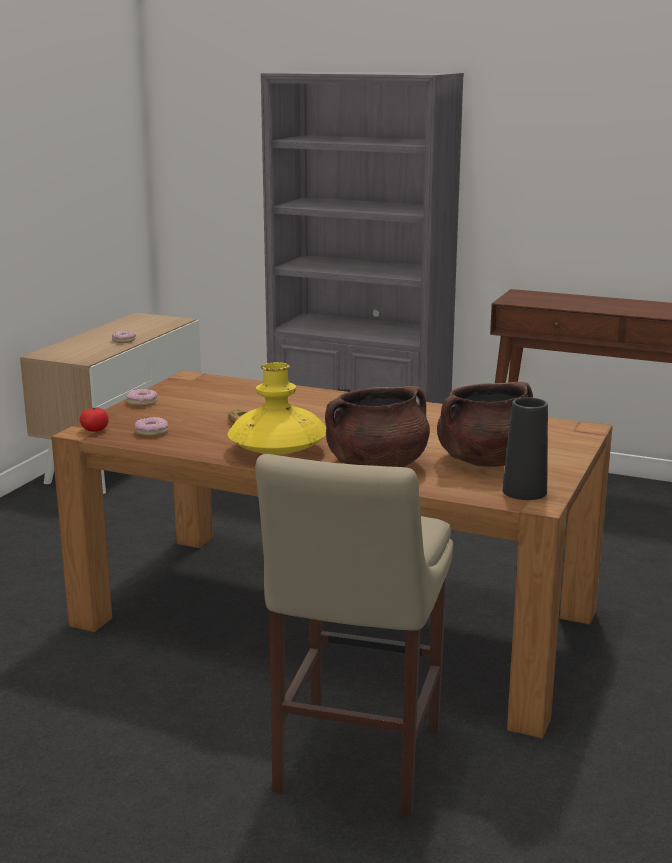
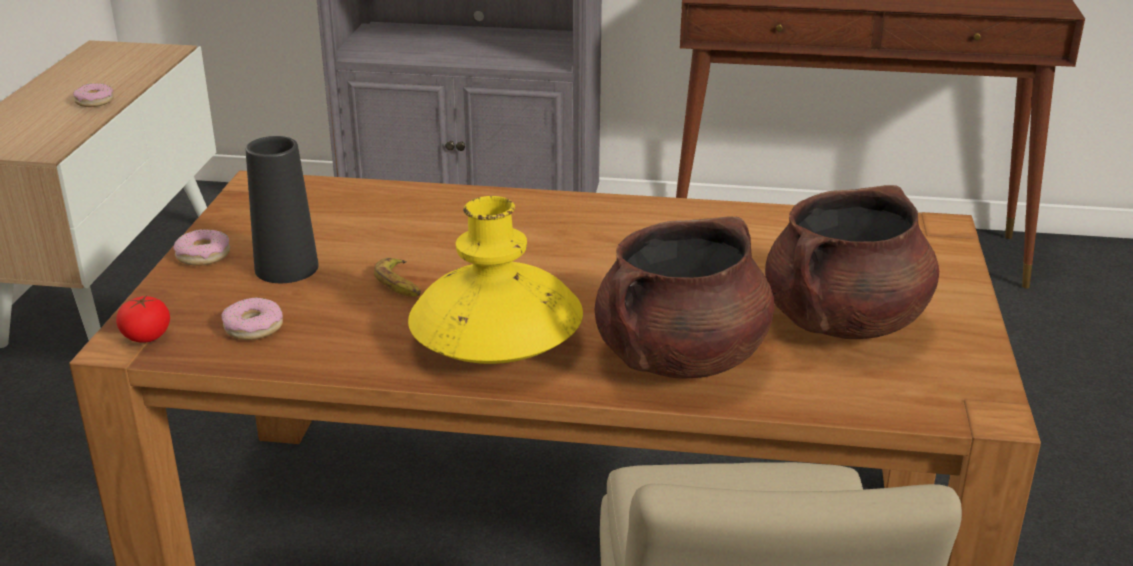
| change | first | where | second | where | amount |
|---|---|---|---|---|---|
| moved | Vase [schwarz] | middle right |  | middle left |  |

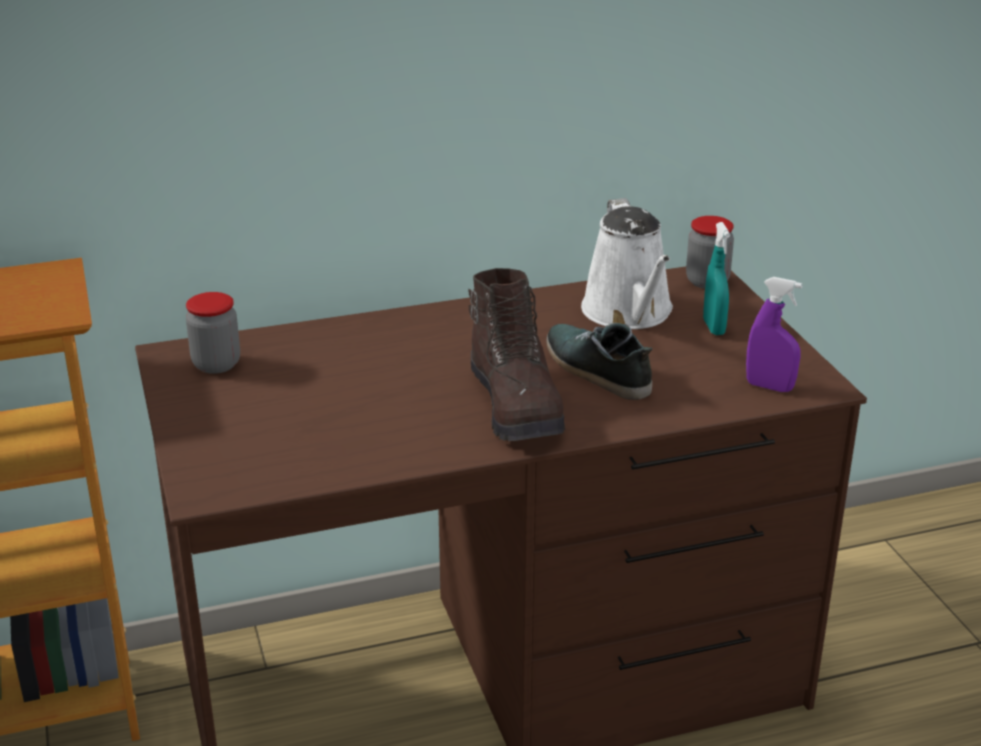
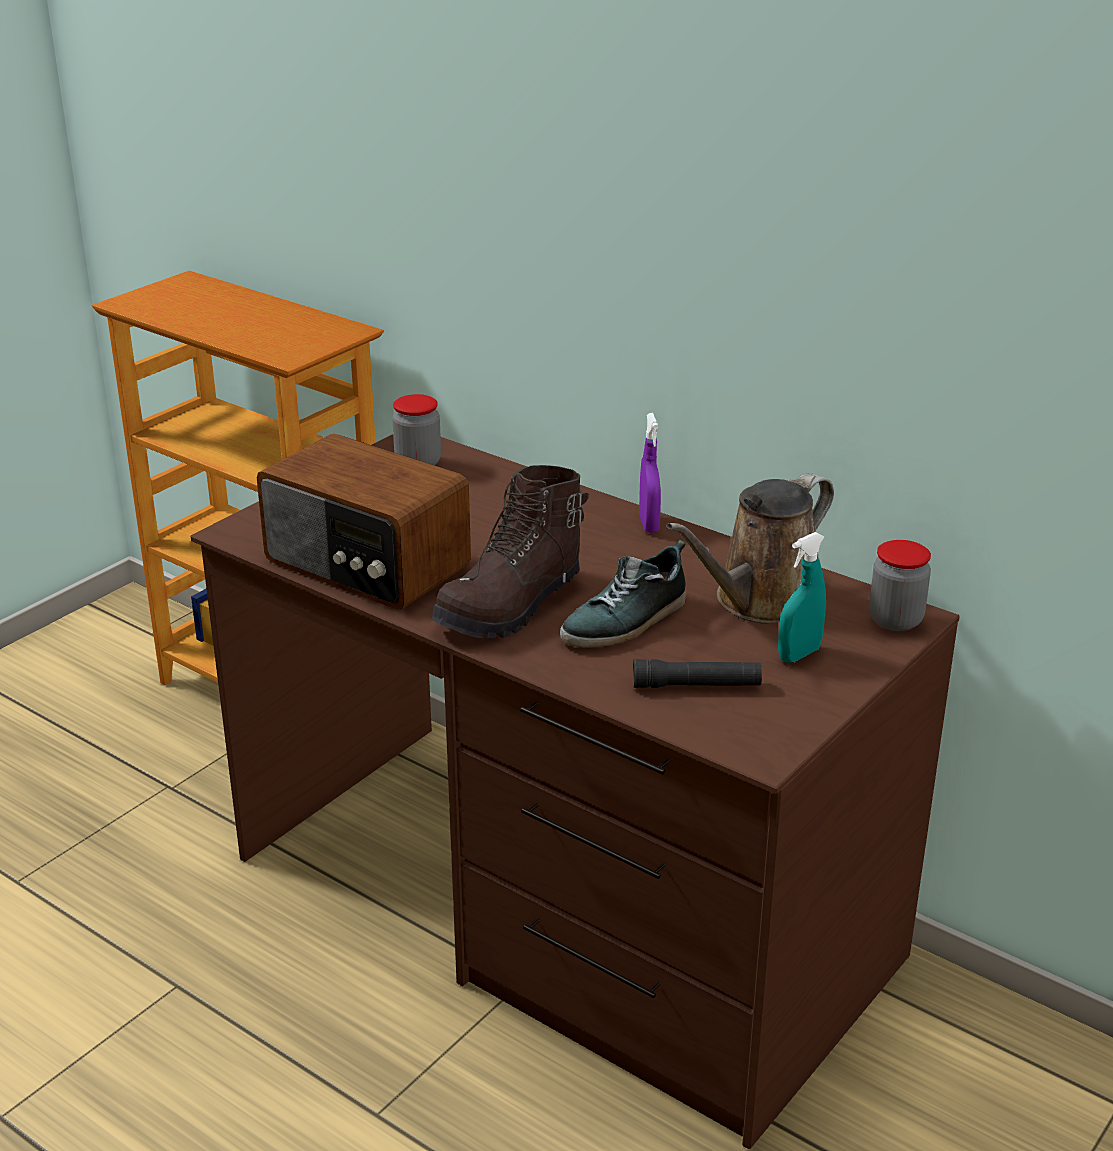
| change | first | where | second | where | amount |
|---|---|---|---|---|---|
| turned | Schuh | centre |  | centre | 150 degrees counterclockwise |
| recoloured | Gießkanne [weiß] | centre | Gießkanne [braun] | middle right |  |
| moved | Sprühflasche [lila] | middle right |  | centre |  |
| added |  |  | Radio | middle left |  |
| added |  |  | Taschenlampe [schwarz] | centre |  |

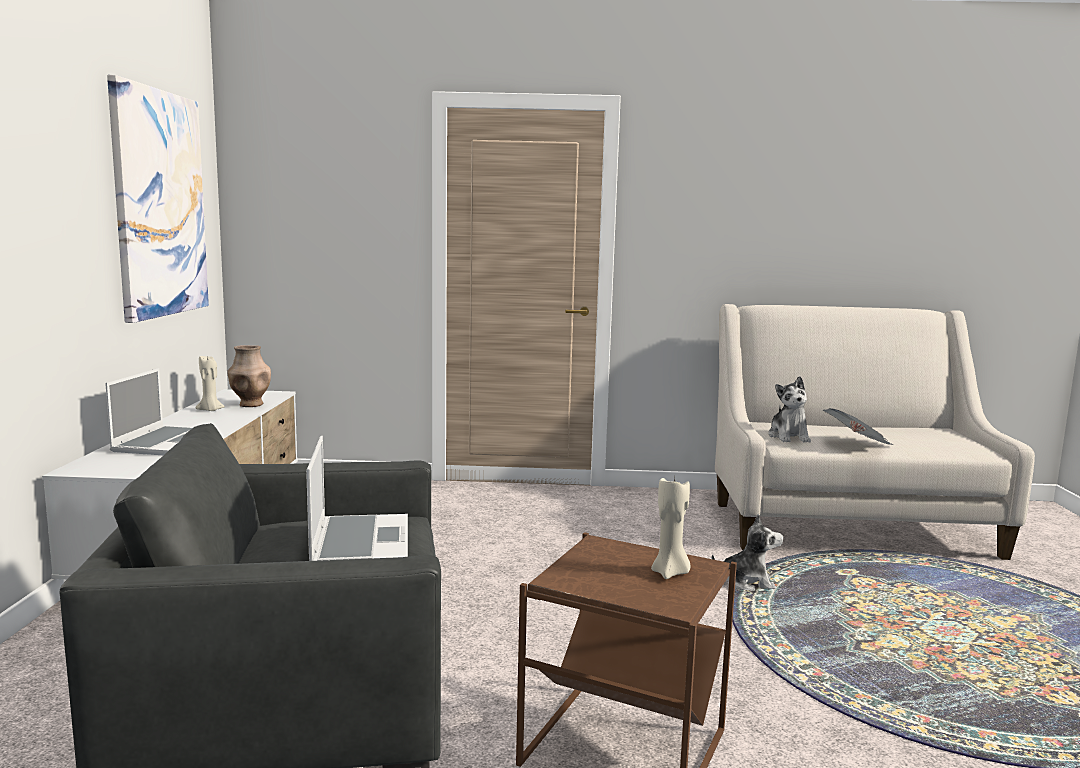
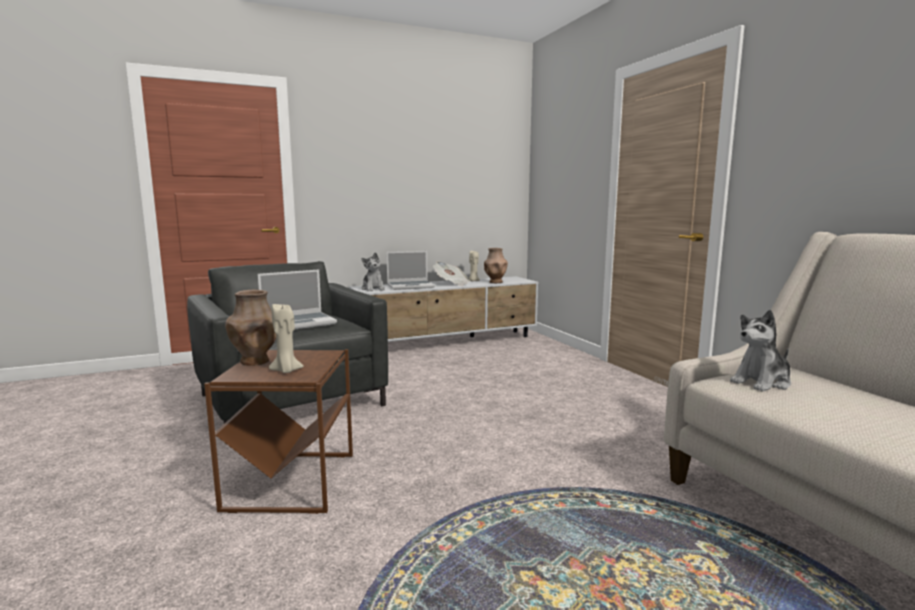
| change | first | where | second | where | amount |
|---|---|---|---|---|---|
| removed | Bild | top left |  |  |  |
| moved | Plüschtier (1st from left) | bottom right |  | centre |  |
| moved | Zeitung | middle right |  | centre |  |
| added |  |  | Vase [braun] (1st from left) | middle left |  |

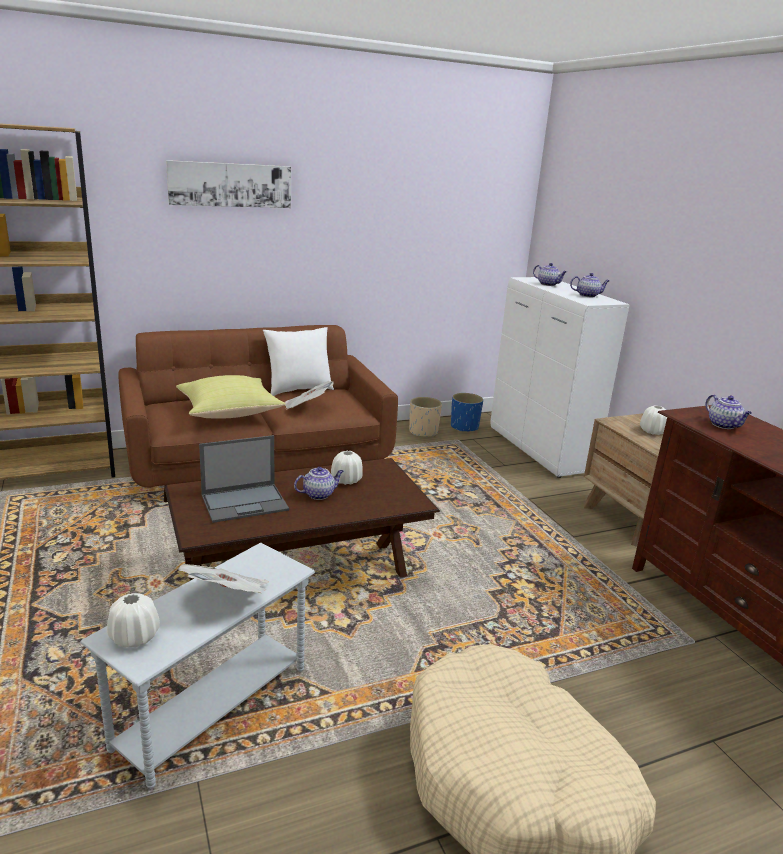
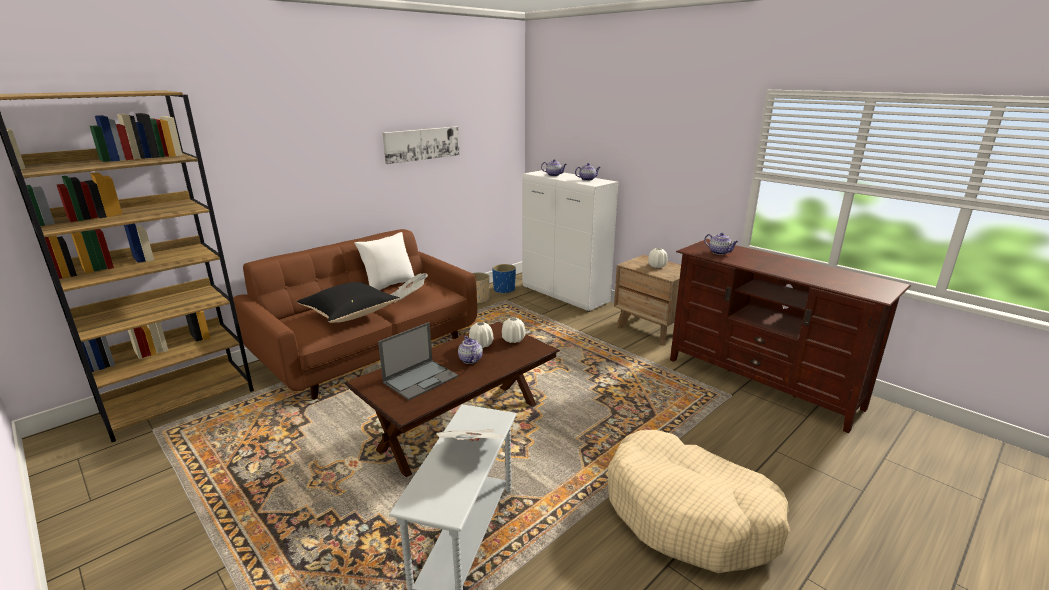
| change | first | where | second | where | amount |
|---|---|---|---|---|---|
| moved | Vase [weiß] (1st from left in the first image) | bottom left | Vase [weiß] (2nd from left) | centre |  |
| moved | Bild | top left |  | top centre |  |
| recoloured | Kissen [gelb] | middle left | Kissen [schwarz] | middle left |  |
| turned | Teekanne (1st from left) | centre |  | centre | 60 degrees counterclockwise |

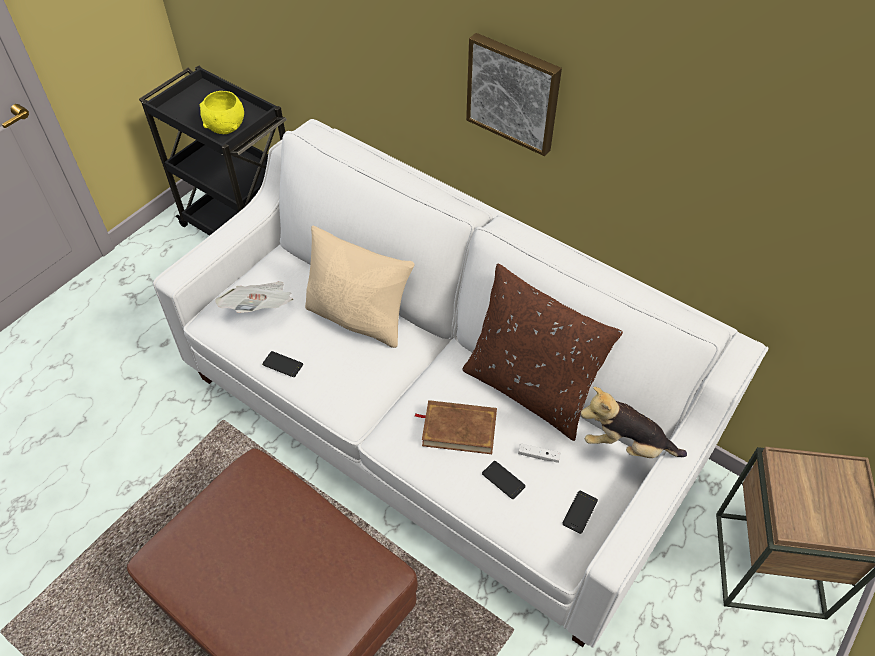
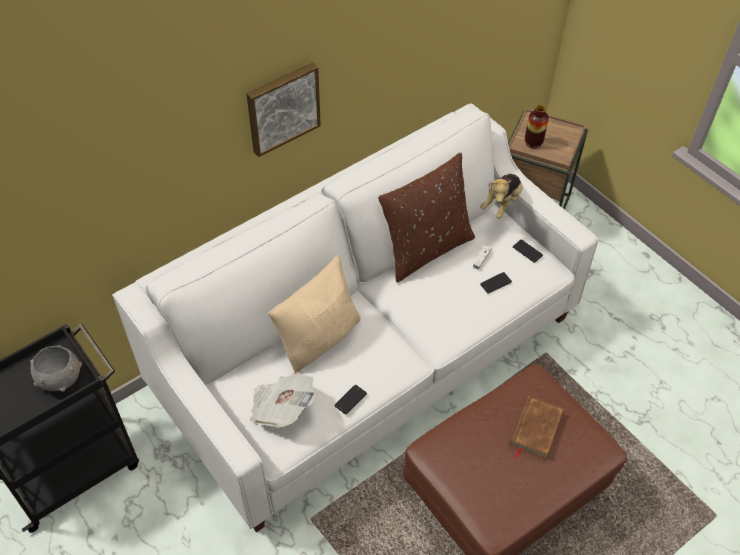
| change | first | where | second | where | amount |
|---|---|---|---|---|---|
| recoloured | Schüssel [gelb] | top left | Schüssel [grau] | middle left |  |
| moved | Buch [braun] | centre |  | bottom right |  |
| added |  |  | Vase | top right |  |

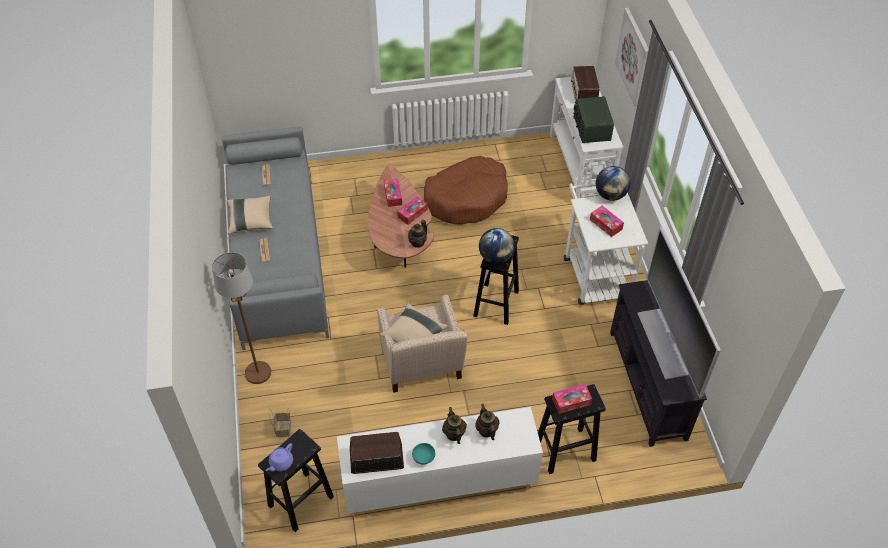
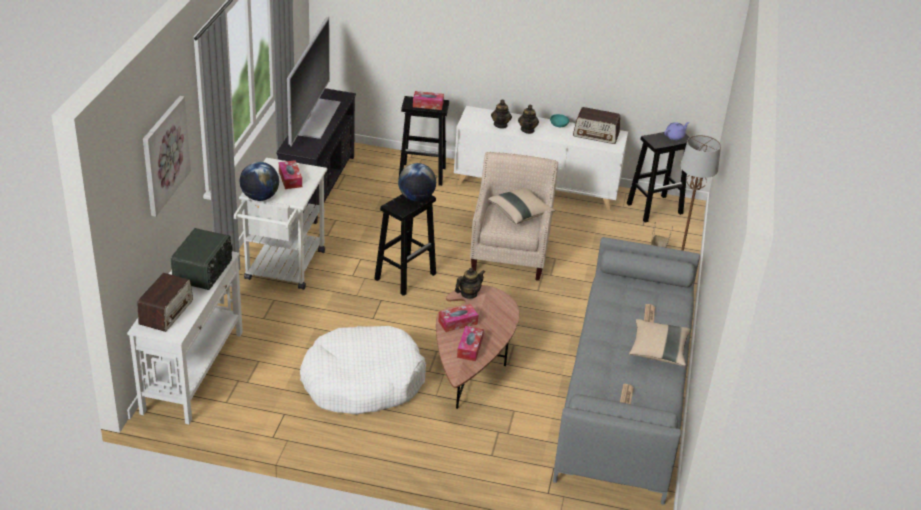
| change | first | where | second | where | amount |
|---|---|---|---|---|---|
| recoloured | Hundebett [braun] | centre | Hundebett [weiß] | bottom centre |  |

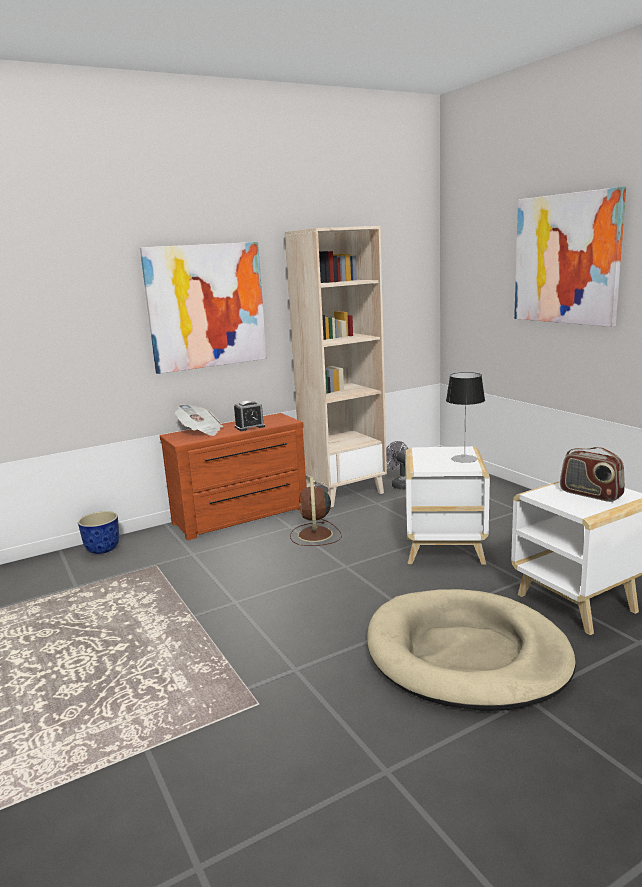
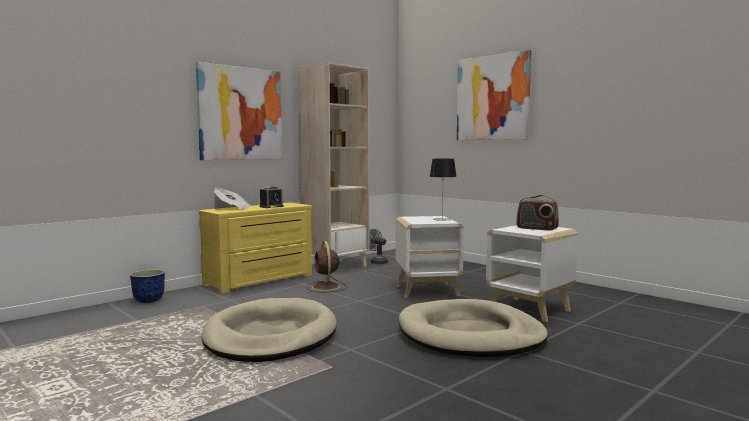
| change | first | where | second | where | amount |
|---|---|---|---|---|---|
| recoloured | Kommode [braun] | centre | Kommode [gelb] | centre |  |
| added |  |  | Hundebett [beige] (1st from left) | bottom centre |  |

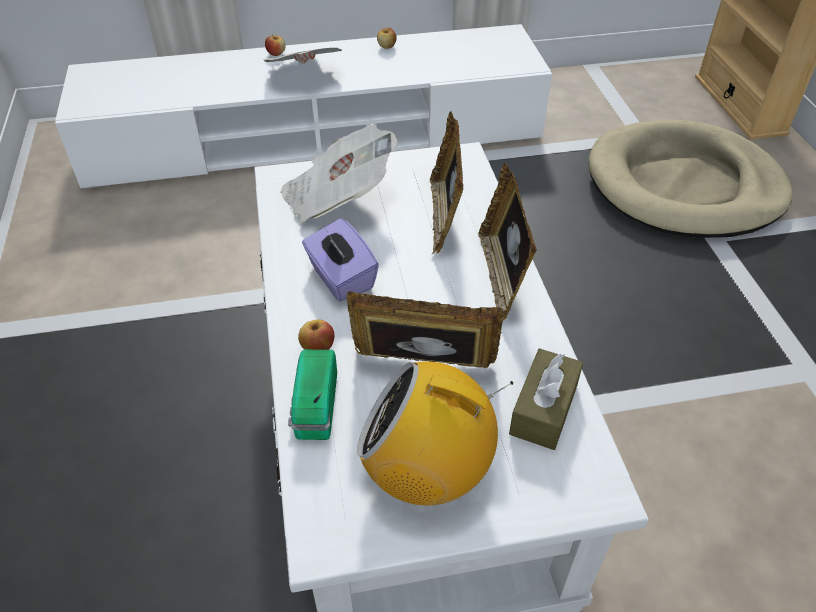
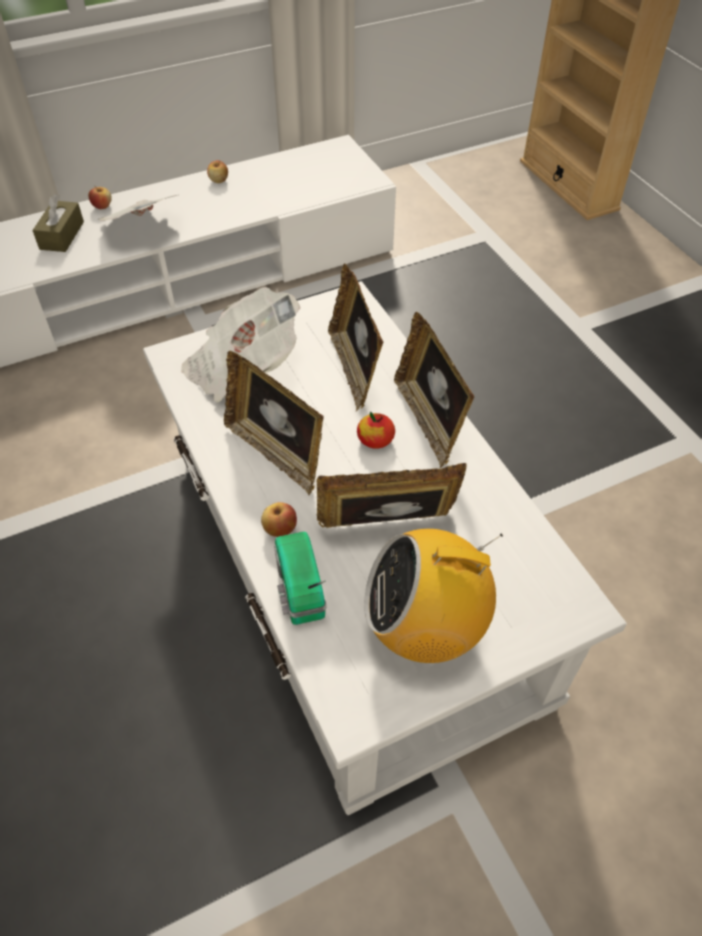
| change | first | where | second | where | amount |
|---|---|---|---|---|---|
| replaced | Taschentuchbox [lila] | centre | Bilderrahmen (1st from left) | centre |  |
| moved | Taschentuchbox [braun] | middle right |  | top left |  |
| removed | Hundebett [beige] | top right |  |  |  |
| added |  |  | Apfel (4th from left) | centre |  |

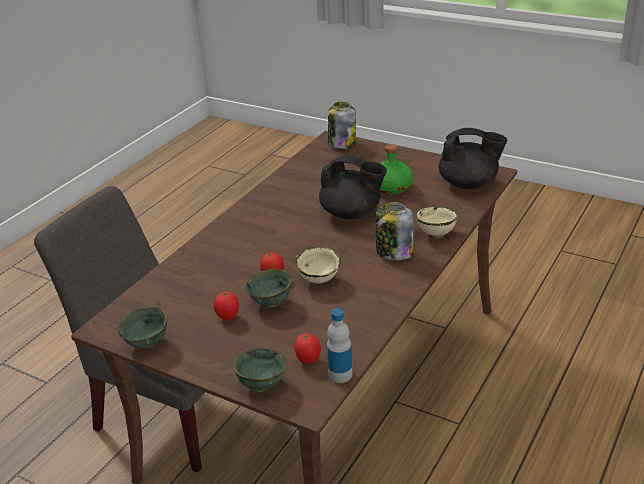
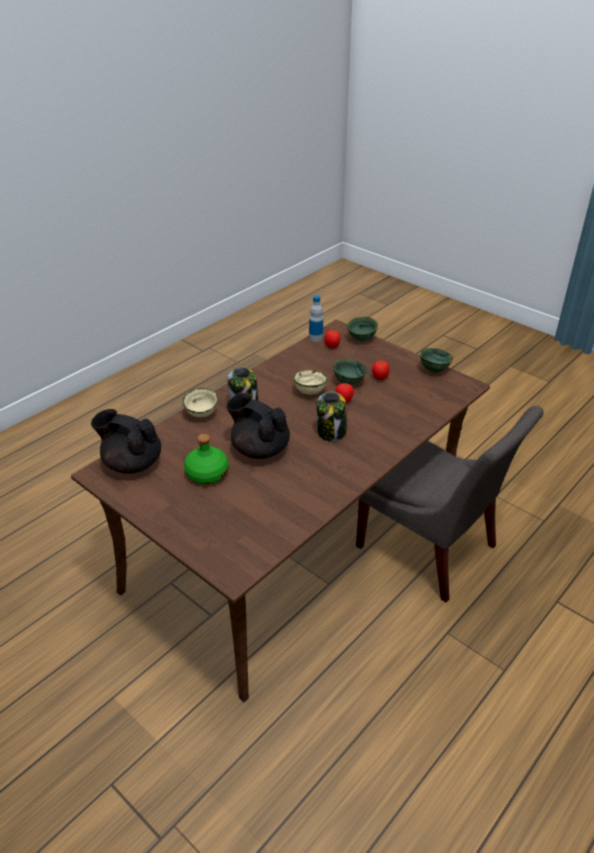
| change | first | where | second | where | amount |
|---|---|---|---|---|---|
| moved | Vorratsglas (1st from left in the first image) | top centre | Vorratsglas (2nd from left) | centre |  |

